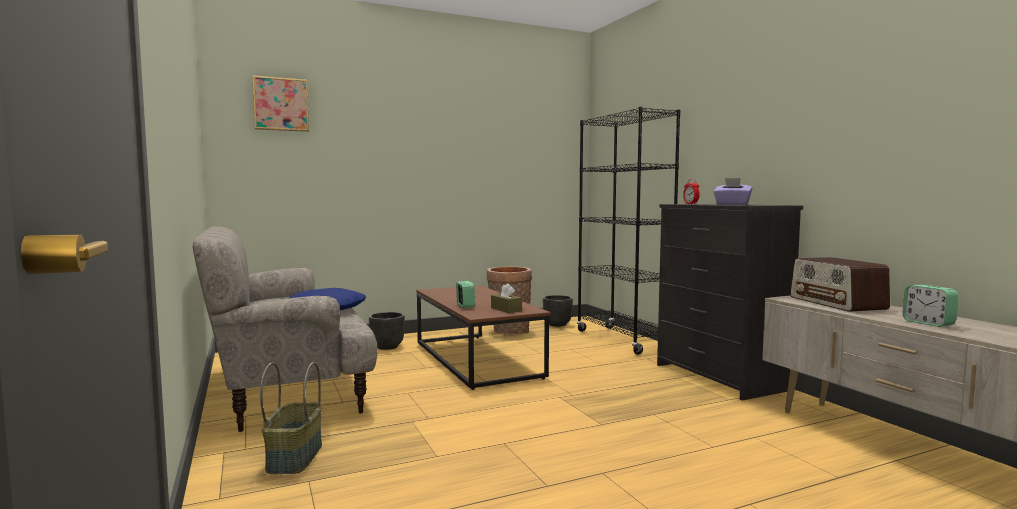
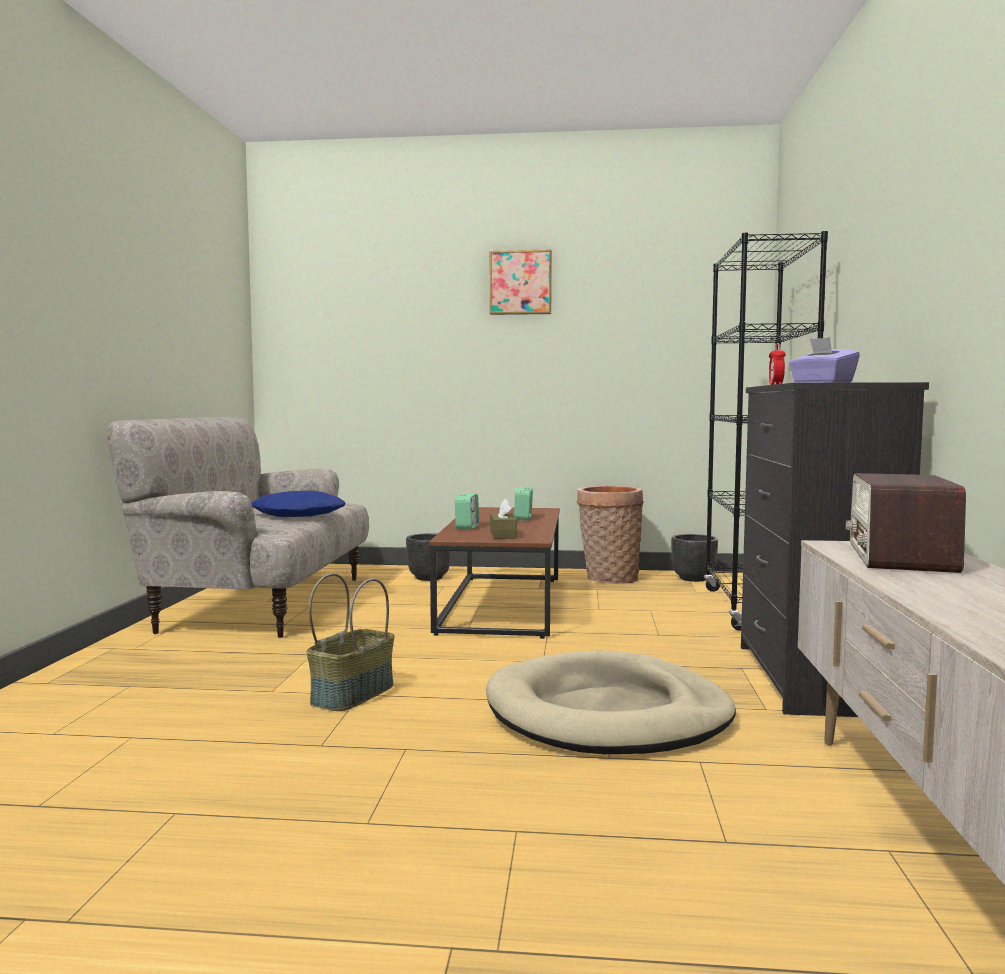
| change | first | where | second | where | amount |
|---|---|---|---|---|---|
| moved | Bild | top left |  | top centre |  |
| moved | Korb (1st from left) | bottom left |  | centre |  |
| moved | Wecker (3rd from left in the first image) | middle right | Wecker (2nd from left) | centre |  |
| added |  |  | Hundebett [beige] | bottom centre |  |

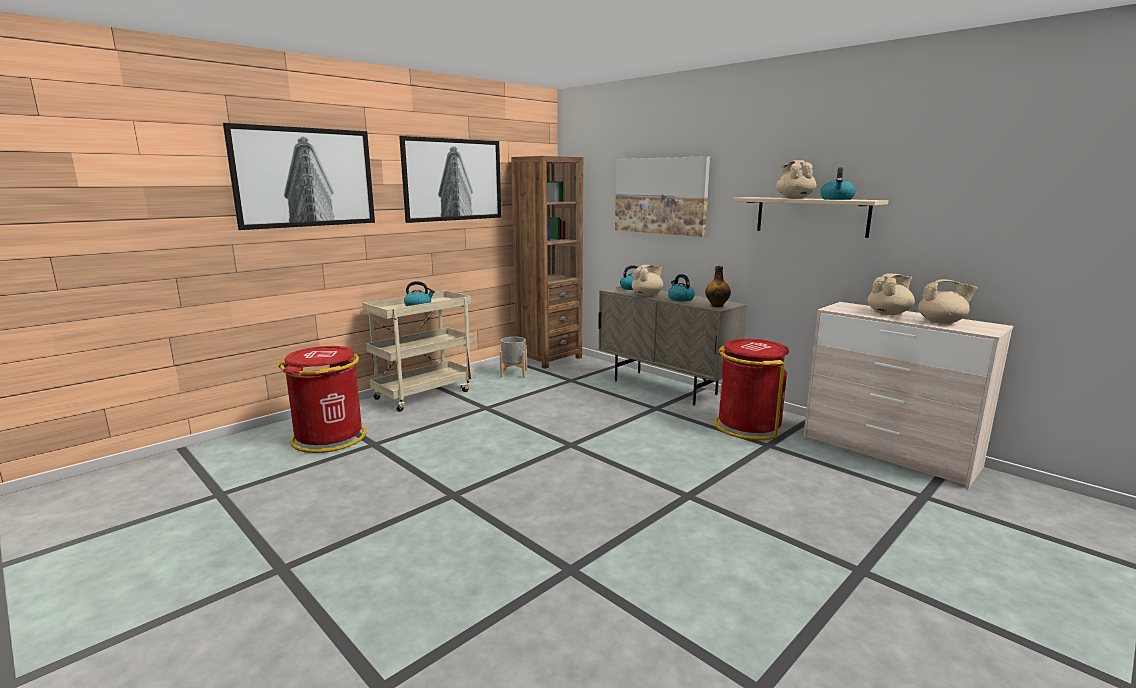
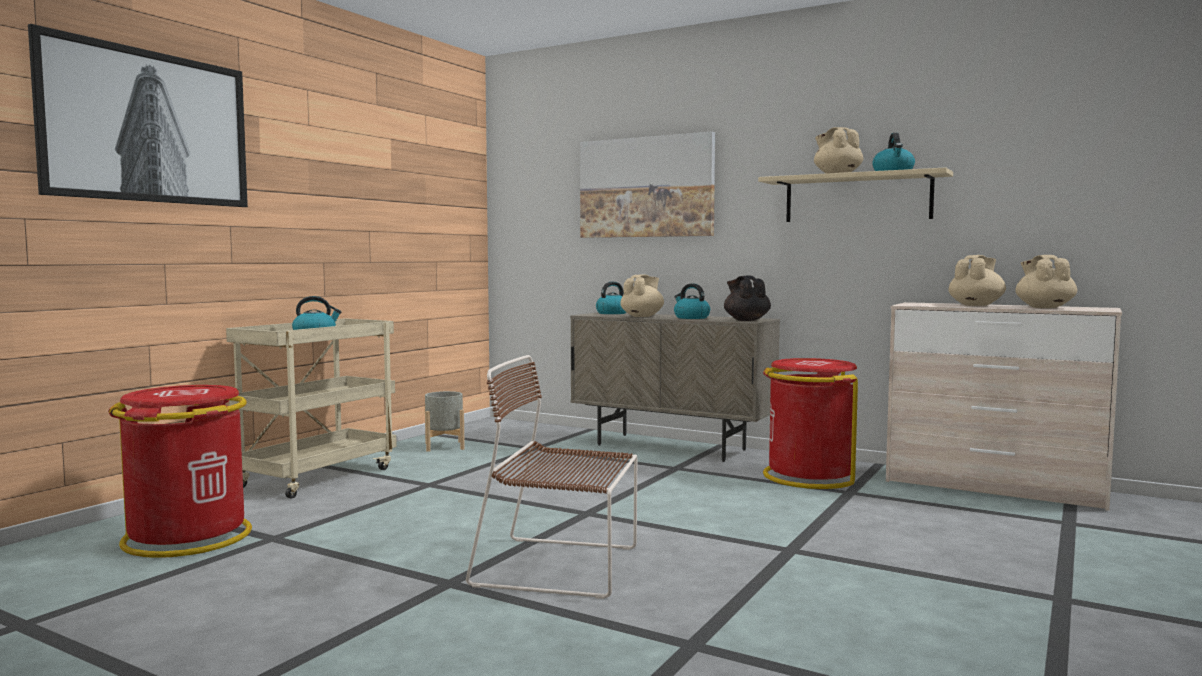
| change | first | where | second | where | amount |
|---|---|---|---|---|---|
| removed | Bild (2nd from left) | top centre |  |  |  |
| removed | Bücherregal [braun] | centre |  |  |  |
| replaced | Flasche | centre | Teekanne [schwarz] | centre |  |
| turned | Teekanne [beige] (4th from left) | middle right |  | middle right | 90 degrees counterclockwise |
| added |  |  | Stuhl [braun] | bottom centre |  |

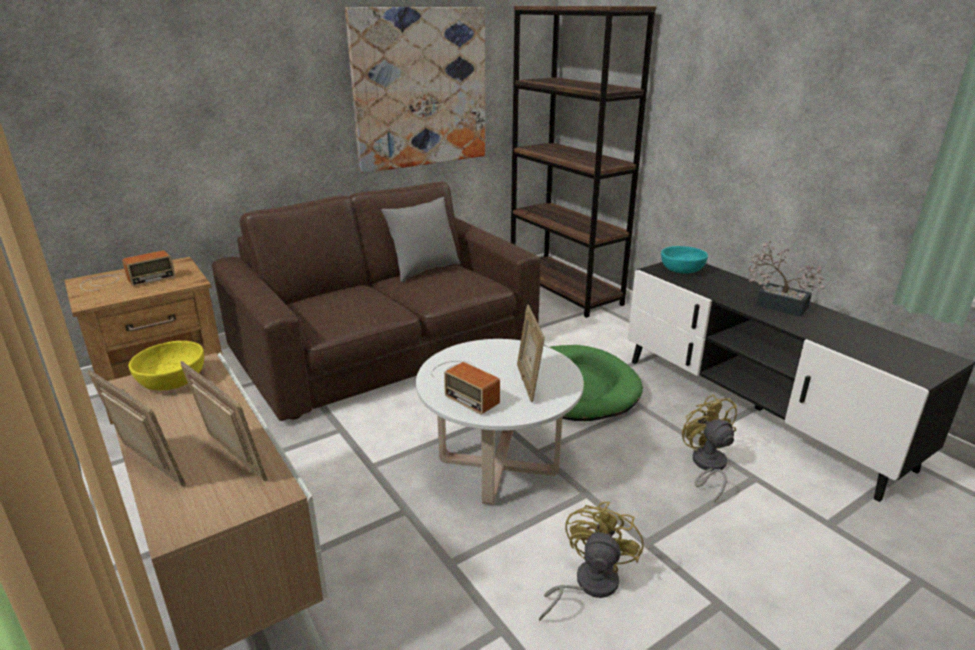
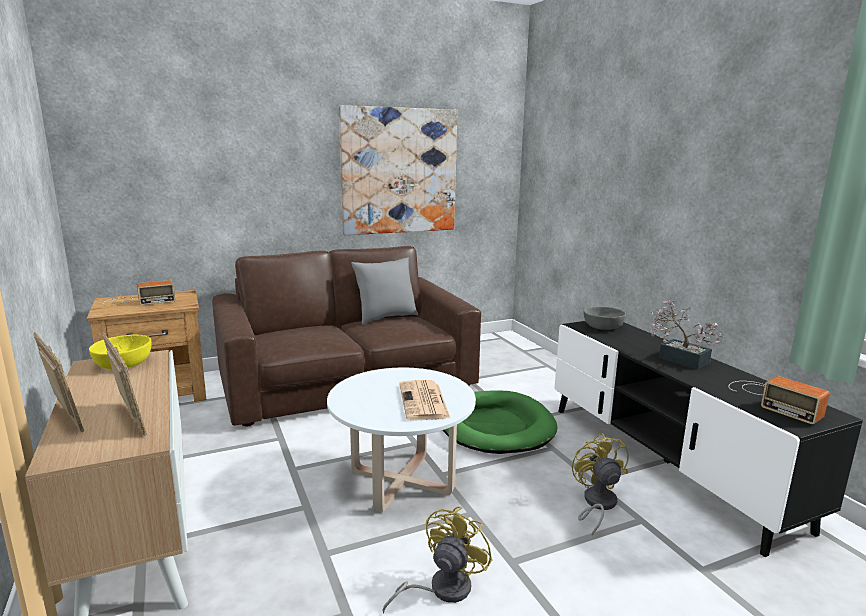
| change | first | where | second | where | amount |
|---|---|---|---|---|---|
| moved | Radio (2nd from left) | centre |  | middle right |  |
| removed | Bücherregal [braun] | top centre |  |  |  |
| replaced | Bilderrahmen (3rd from left) | centre | Zeitung | centre |  |
| recoloured | Schüssel [türkis] | middle right | Schüssel [grau] | middle right |  |

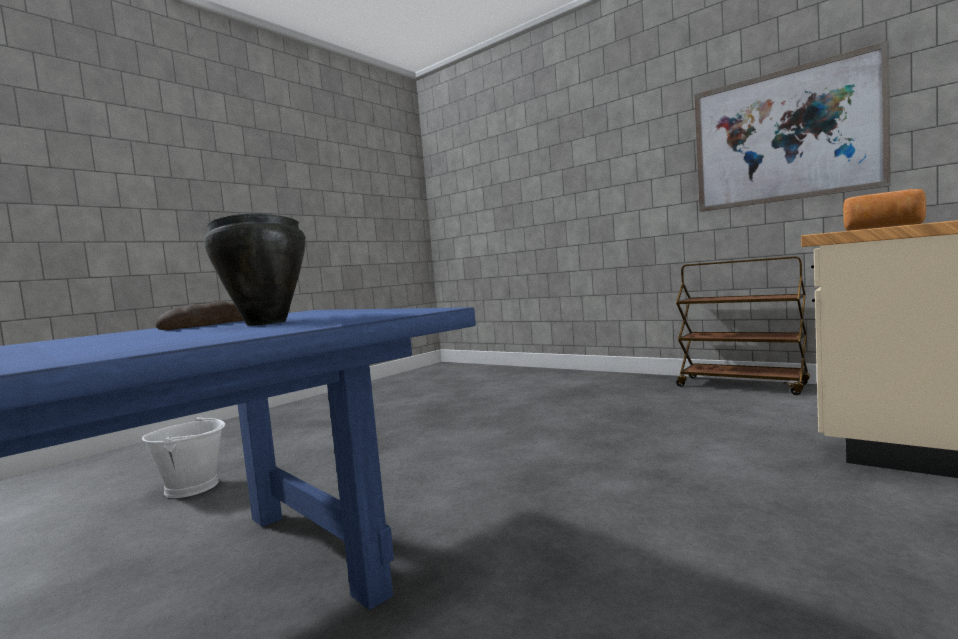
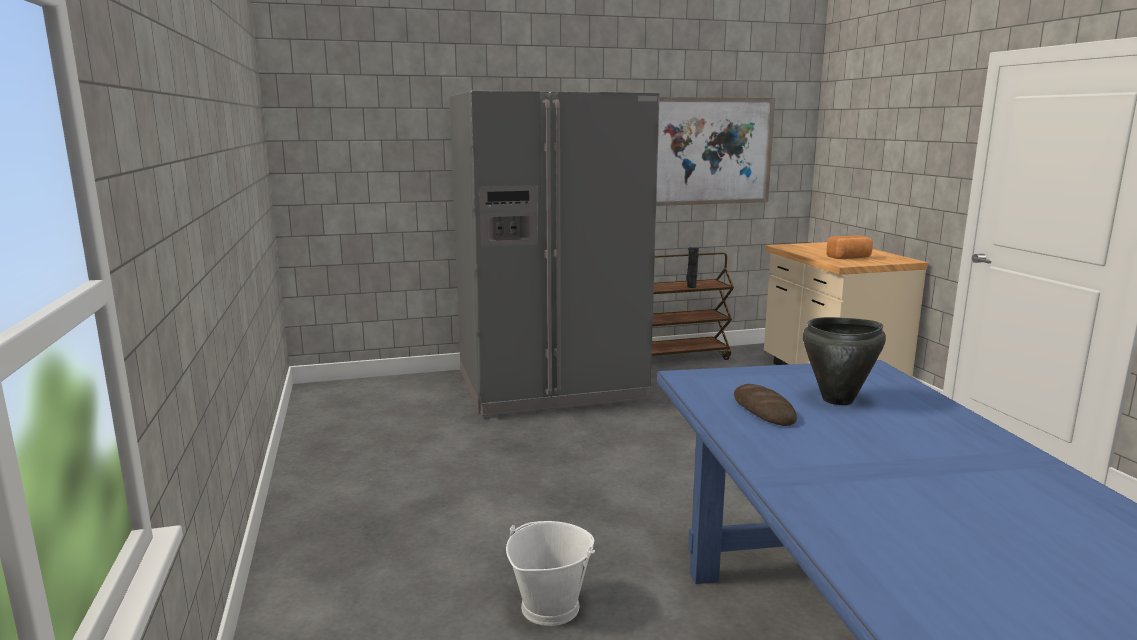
| change | first | where | second | where | amount |
|---|---|---|---|---|---|
| added |  |  | Kühlschrank [grau] | centre |  |
| added |  |  | Vase [schwarz] | centre |  |

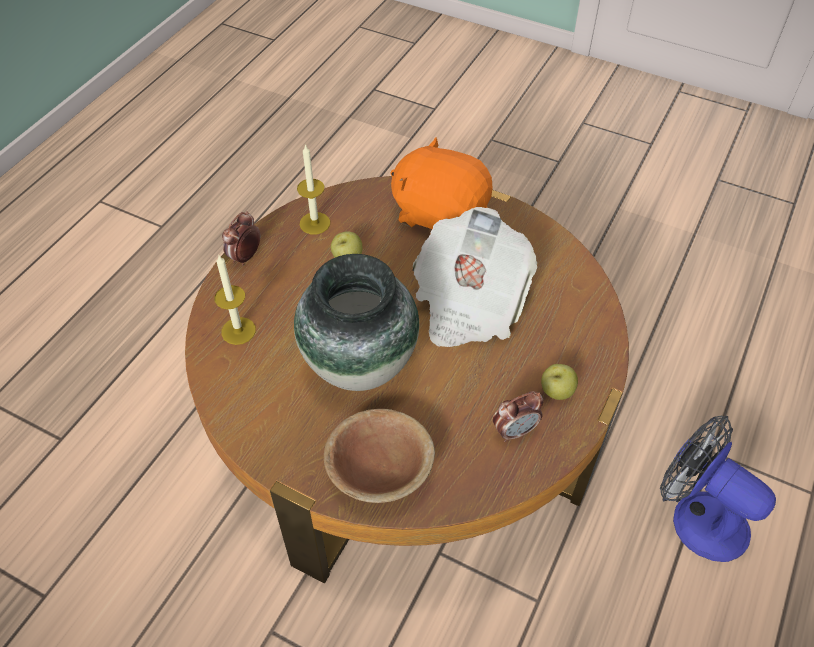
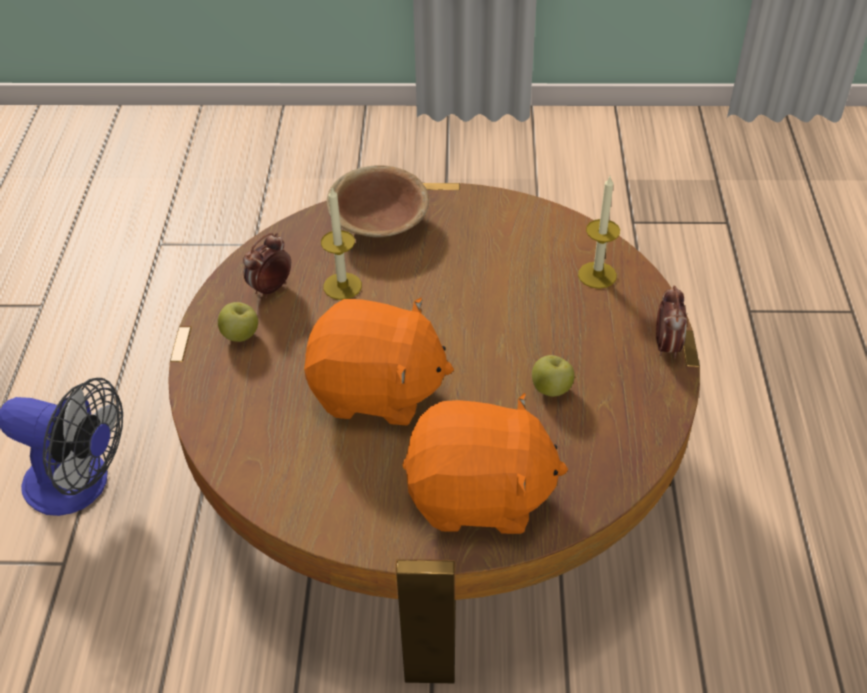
| change | first | where | second | where | amount |
|---|---|---|---|---|---|
| removed | Vase | centre |  |  |  |
| moved | Kerze (2nd from left in the first image) | top centre | Kerze (1st from left) | centre |  |
| replaced | Zeitung | centre | Plüschtier [orange] (1st from left) | centre |  |

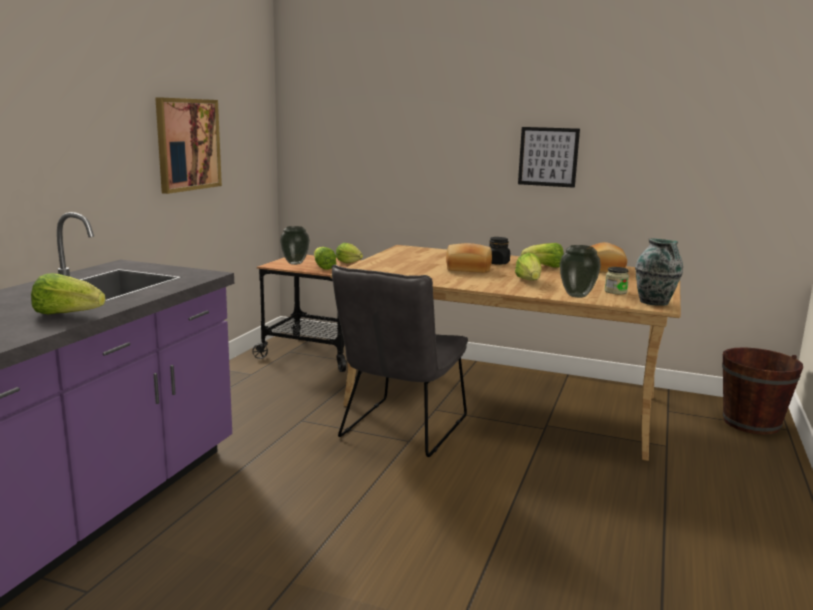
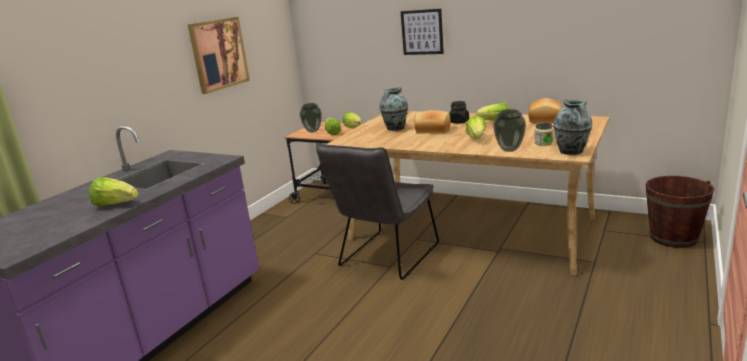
| change | first | where | second | where | amount |
|---|---|---|---|---|---|
| moved | Bild (2nd from left) | top right |  | top centre |  |
| added |  |  | Vase (2nd from left) | top centre |  |

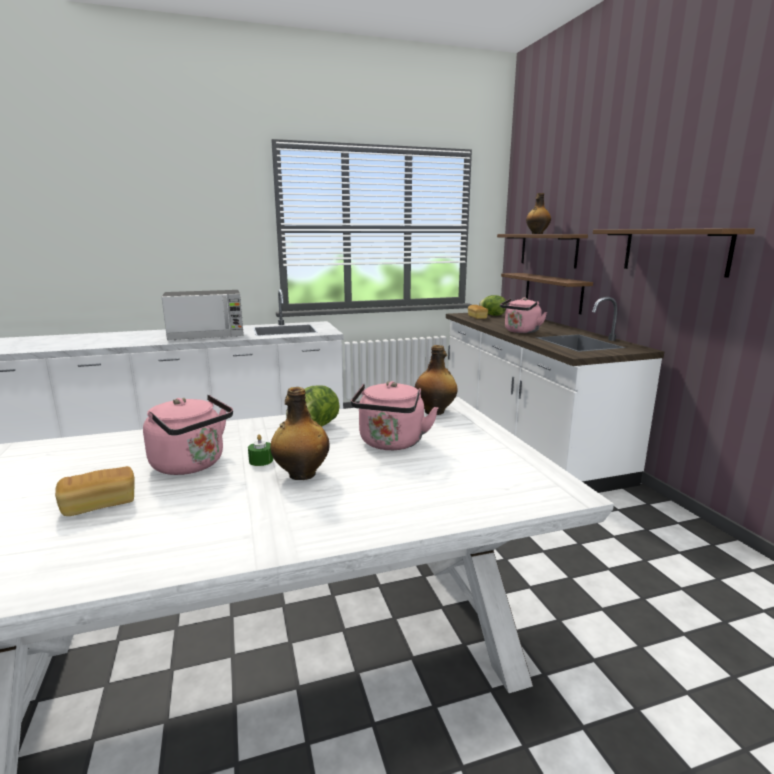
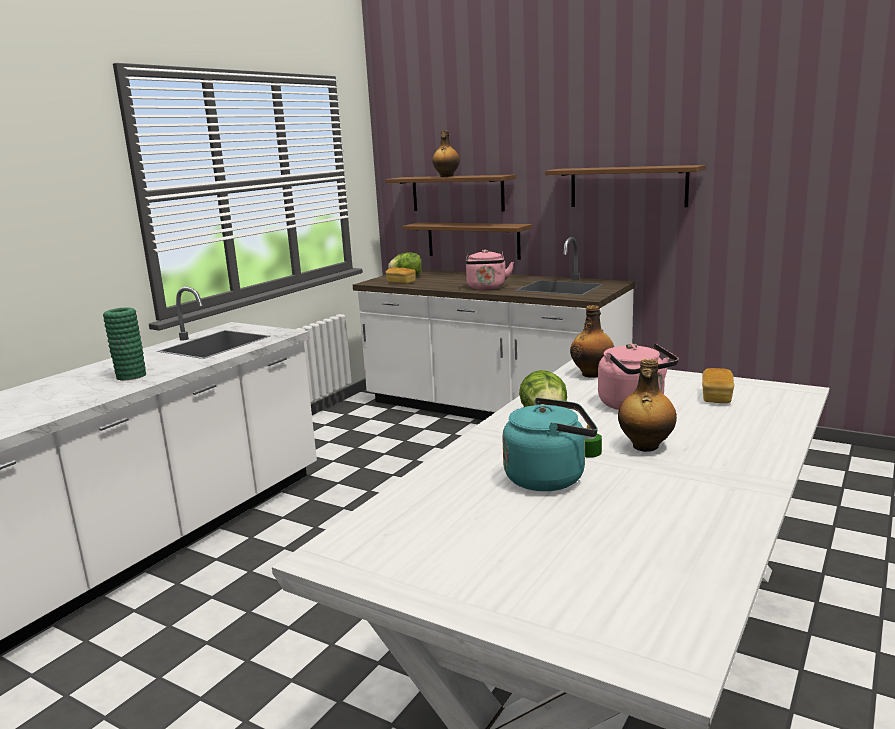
| change | first | where | second | where | amount |
|---|---|---|---|---|---|
| moved | Brot (1st from left in the first image) | middle left | Brot (2nd from left) | middle right |  |
| recoloured | Wasserkessel [rosa] (1st from left) | middle left | Wasserkessel [türkis] | centre |  |
| replaced | Mikrowelle | middle left | Vase [grün] | middle left |  |

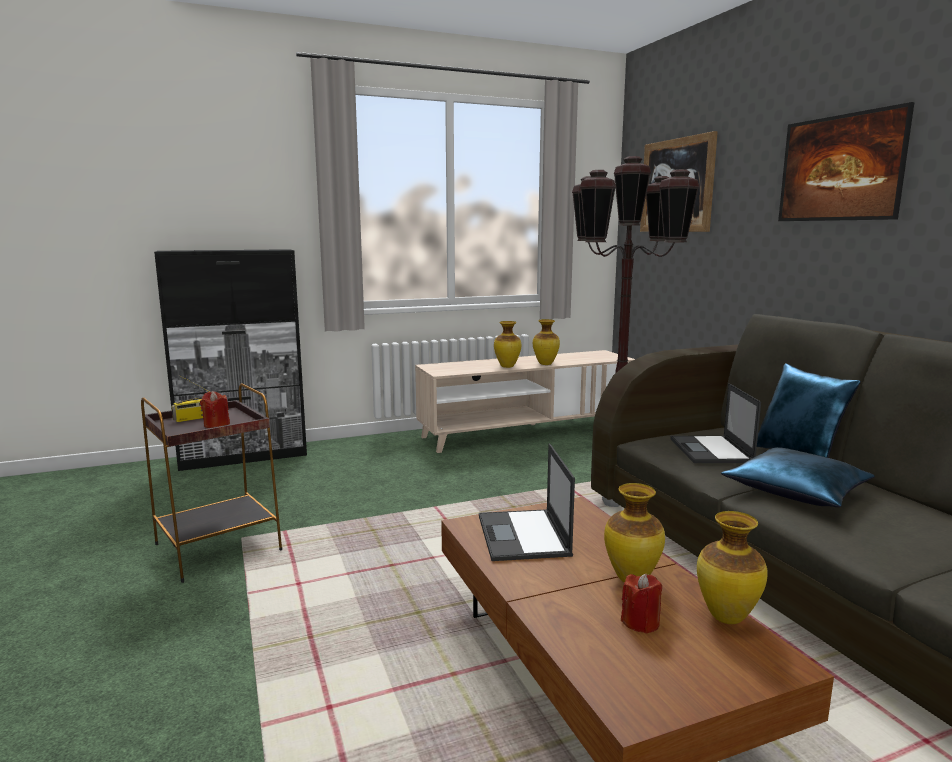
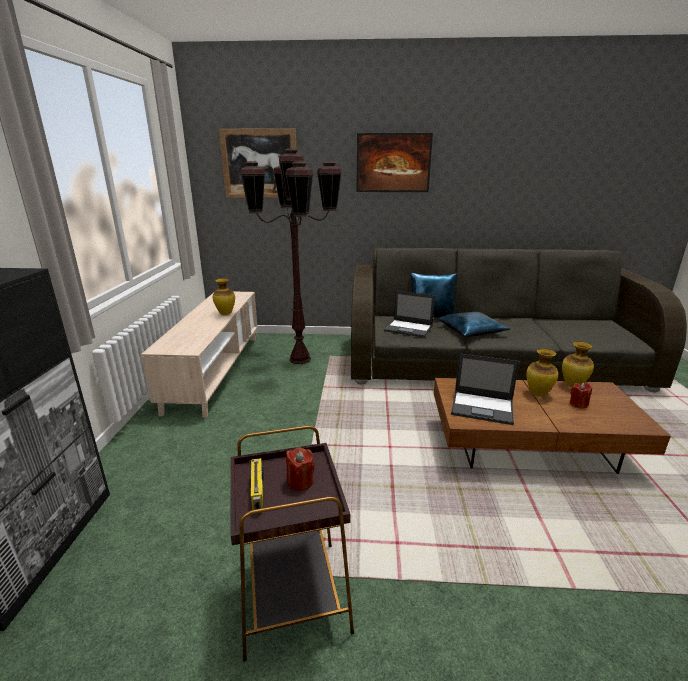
| change | first | where | second | where | amount |
|---|---|---|---|---|---|
| removed | Vase (1st from left) | centre |  |  |  |

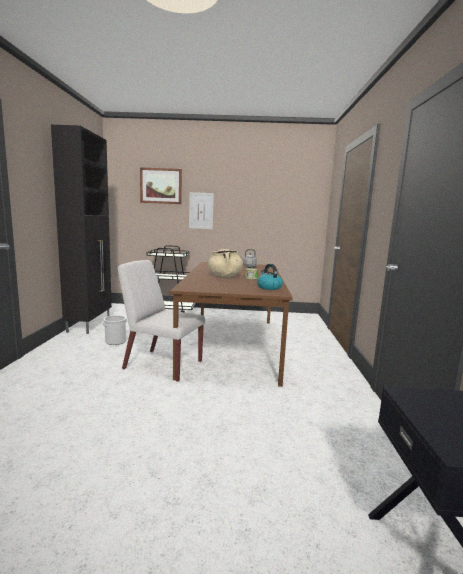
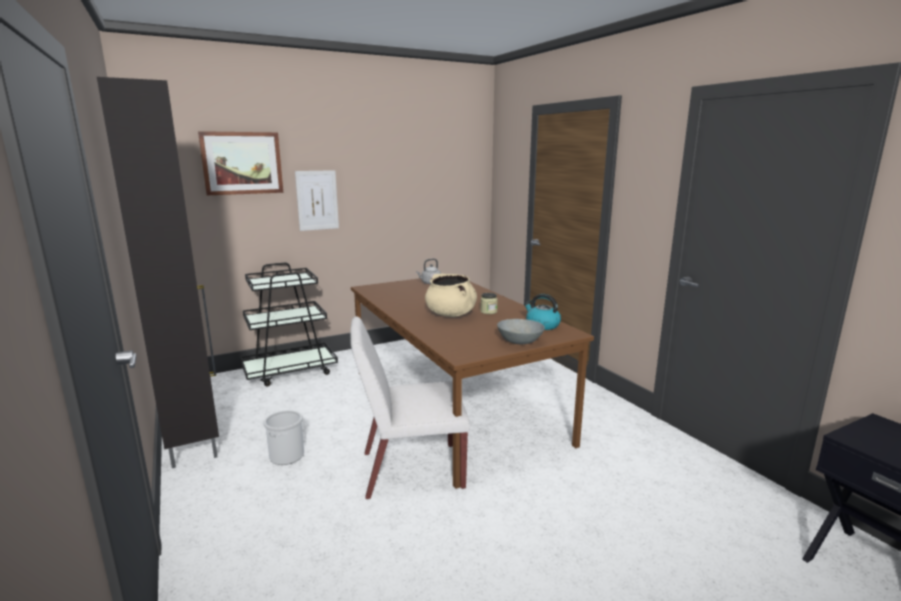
| change | first | where | second | where | amount |
|---|---|---|---|---|---|
| added |  |  | Schüssel [grau] | centre |  |

